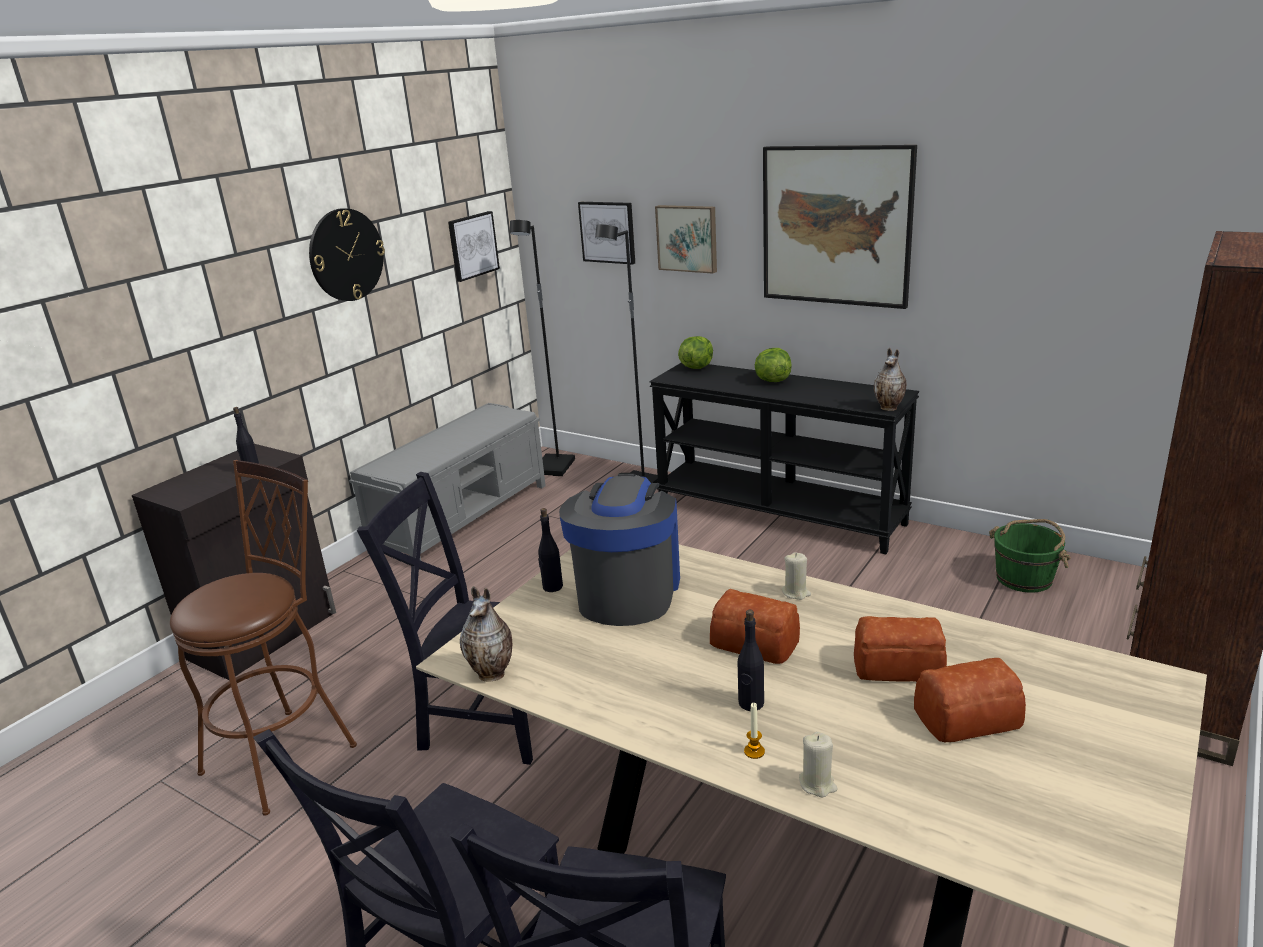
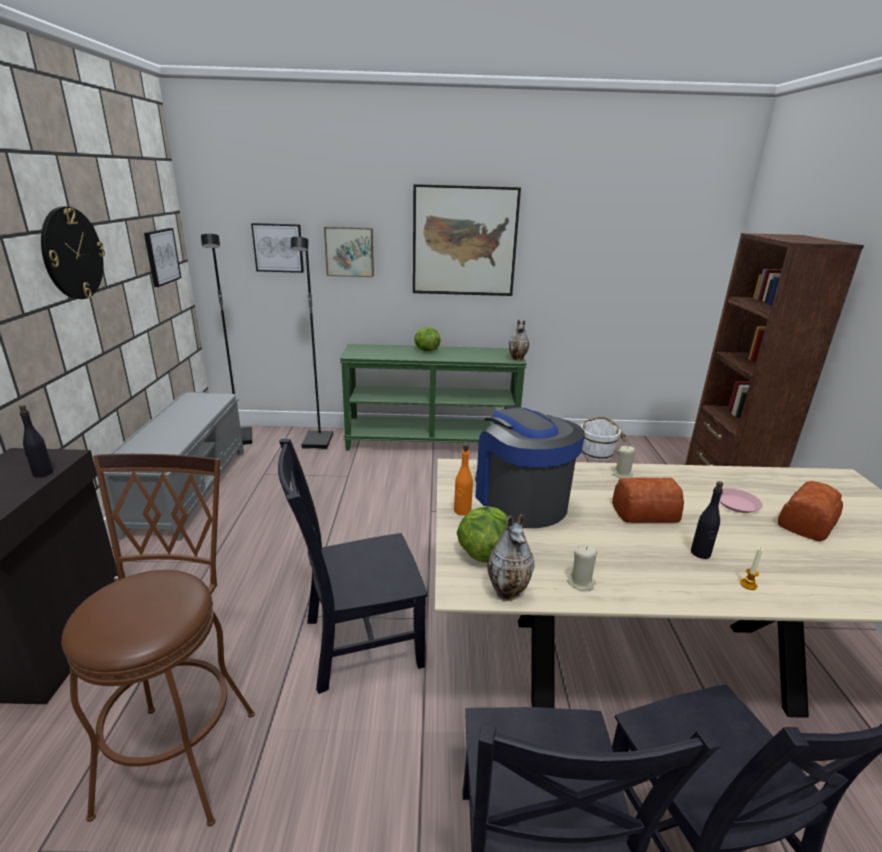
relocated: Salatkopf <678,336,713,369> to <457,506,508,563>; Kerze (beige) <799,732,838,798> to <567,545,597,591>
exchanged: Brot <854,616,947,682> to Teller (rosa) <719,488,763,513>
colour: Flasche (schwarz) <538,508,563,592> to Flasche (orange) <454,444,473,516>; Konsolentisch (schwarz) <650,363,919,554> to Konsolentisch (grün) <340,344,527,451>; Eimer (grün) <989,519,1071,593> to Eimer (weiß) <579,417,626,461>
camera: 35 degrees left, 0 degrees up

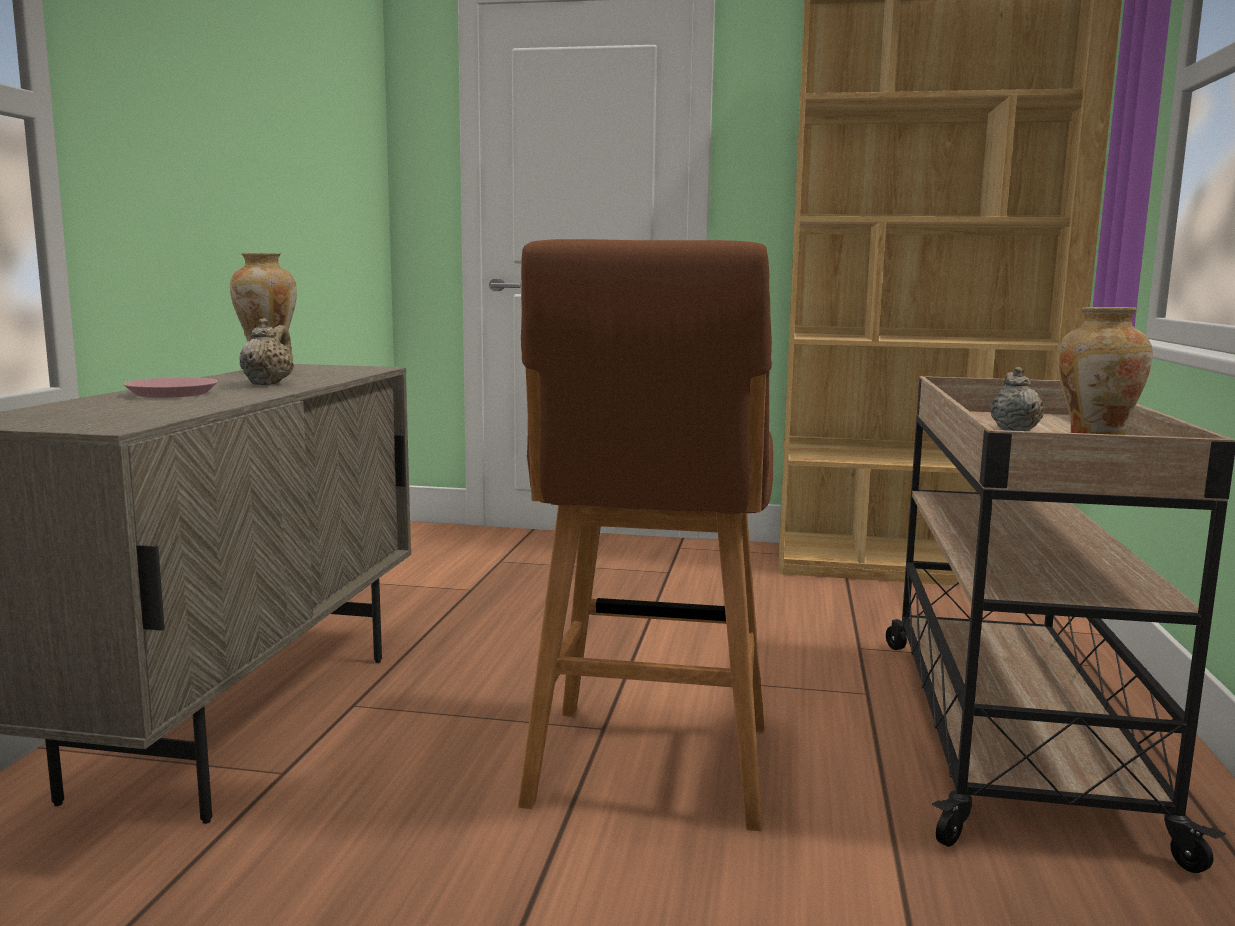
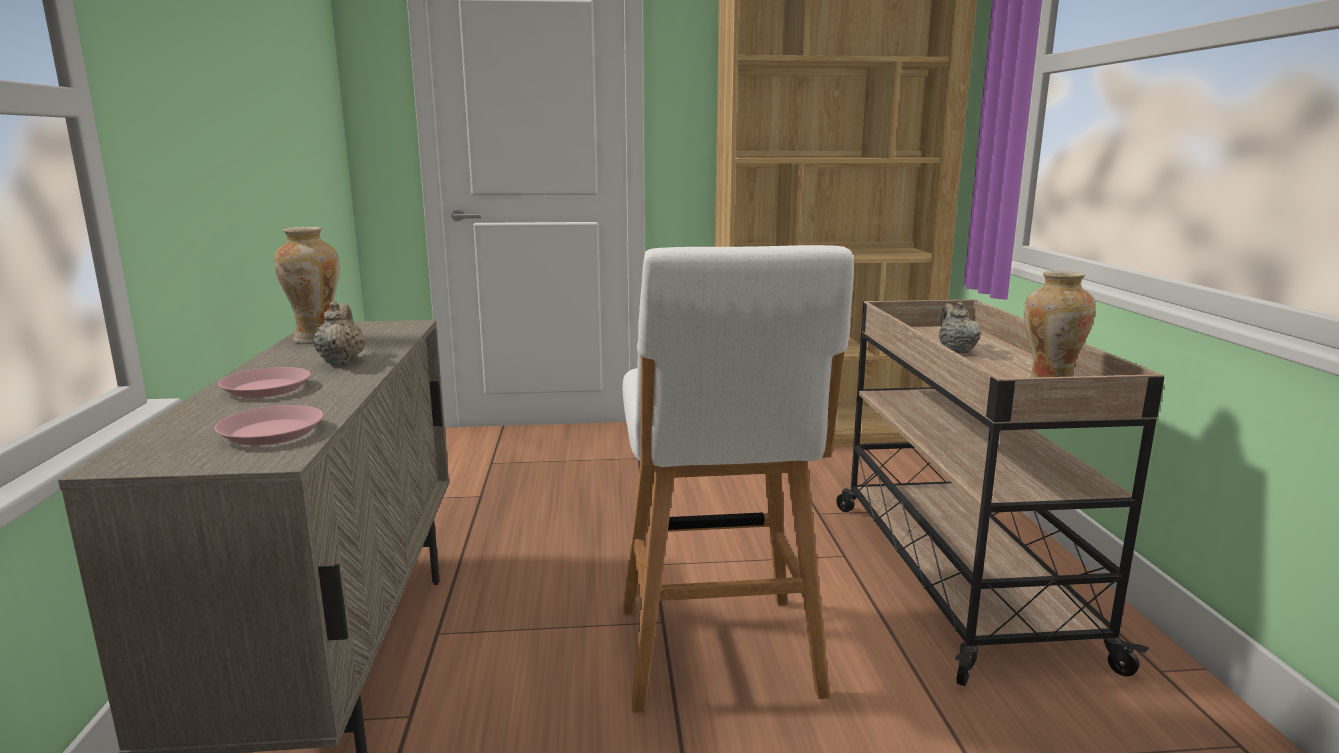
appeared: Teller (rosa) <215,405,324,446>
colour: Hocker (braun) <518,239,773,831> to Hocker (weiß) <623,245,854,713>
camera: 15 degrees left, 5 degrees up

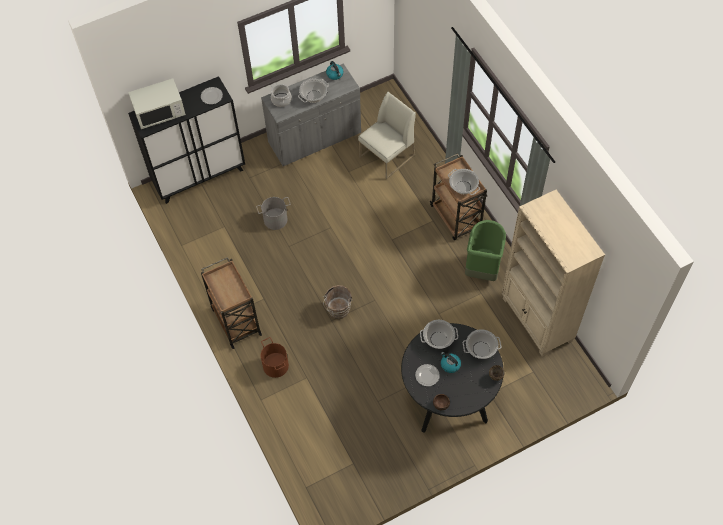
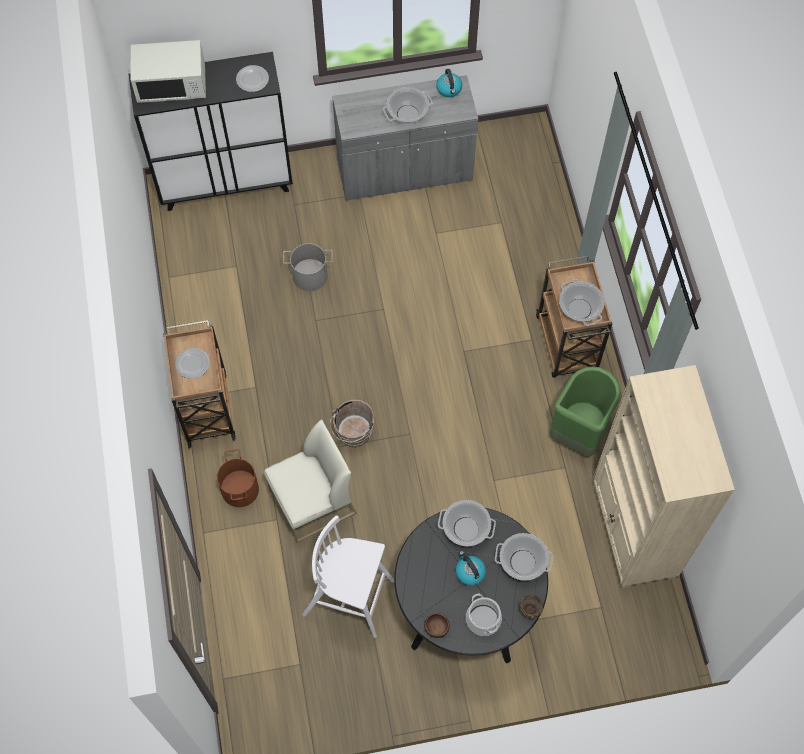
appeared: Hocker (weiß) <302,515,394,638>
relocated: Kochtopf <271,83,291,107> to <466,594,502,636>; Stuhl (weiß) <358,92,416,179> to <264,419,357,543>; Teller <415,364,440,386> to <175,348,209,379>
camera: 15 degrees right, 5 degrees up

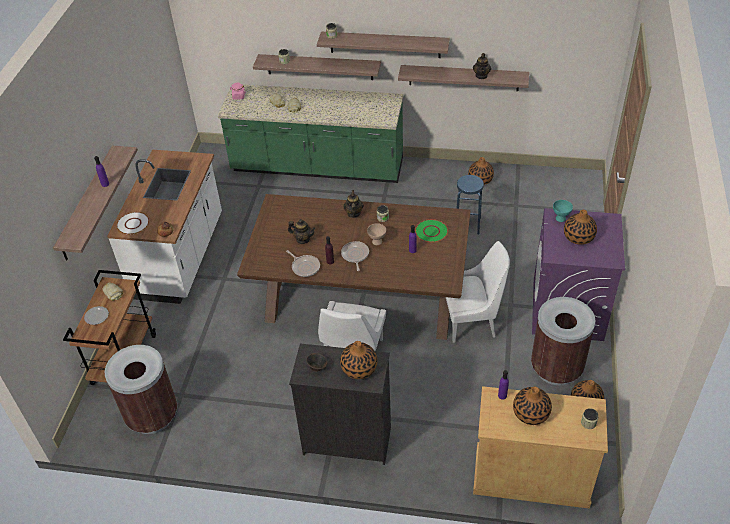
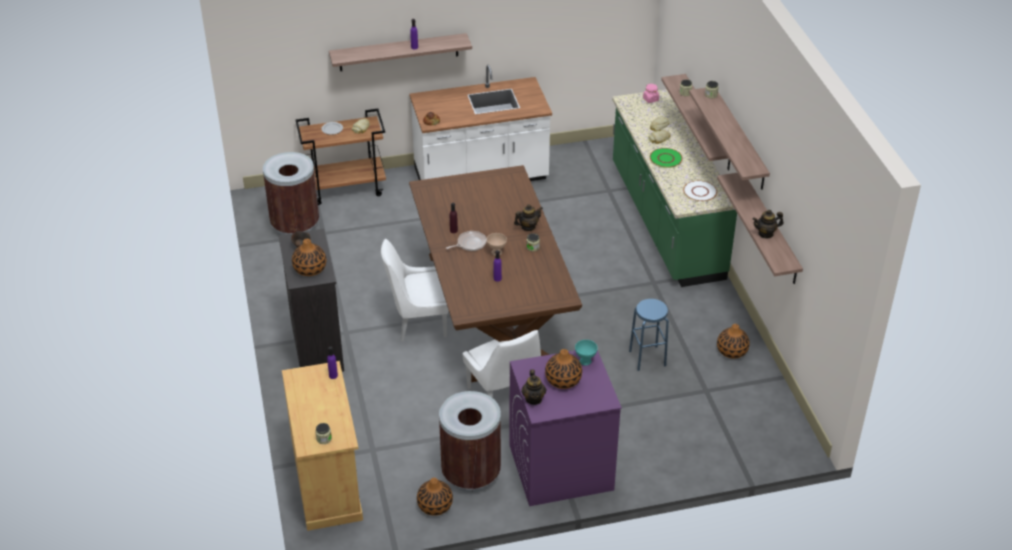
missing: Pfanne <286,250,320,277>; Vase <513,387,552,425>
relocated: Teller (weiß) <116,212,149,234> to <683,180,717,201>; Teekanne <288,219,315,244> to <521,369,546,405>; Teller (grün) <415,219,448,242> to <650,148,683,168>
camera: 65 degrees right, 5 degrees down

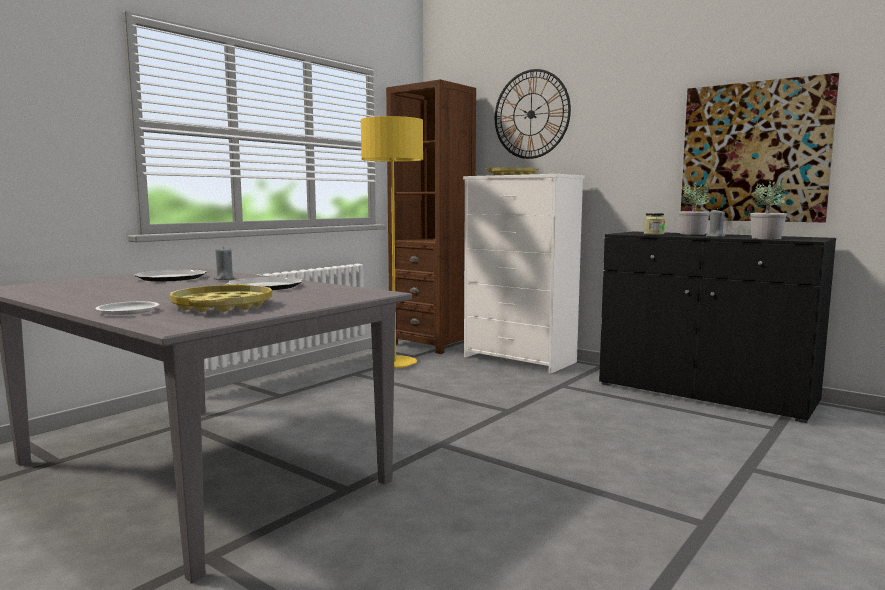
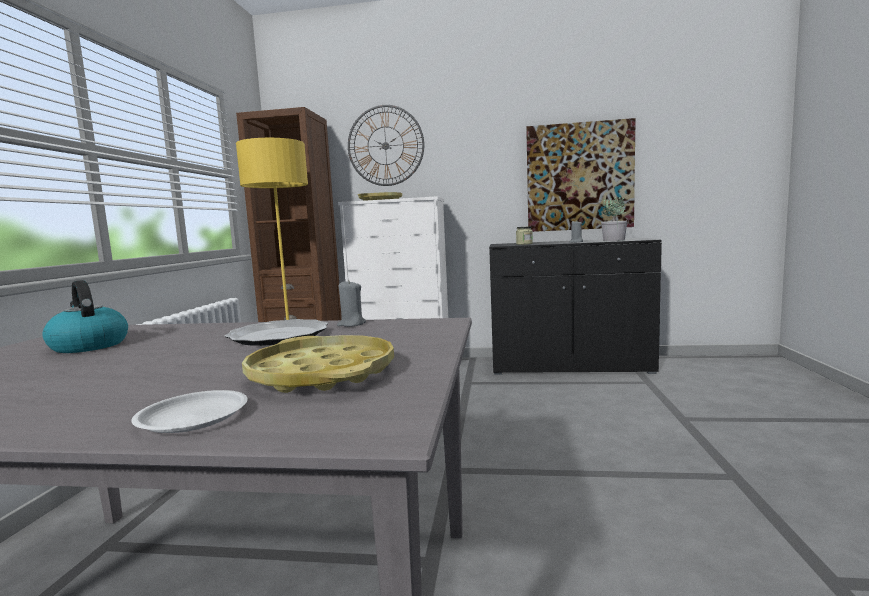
missing: Topfpflanze <679,182,710,235>
relocated: Kerze (grau) <214,247,235,280> to <337,279,366,327>
exchanged: Teller <134,269,207,281> to Wasserkessel <42,280,128,353>
camera: 30 degrees left, 0 degrees up

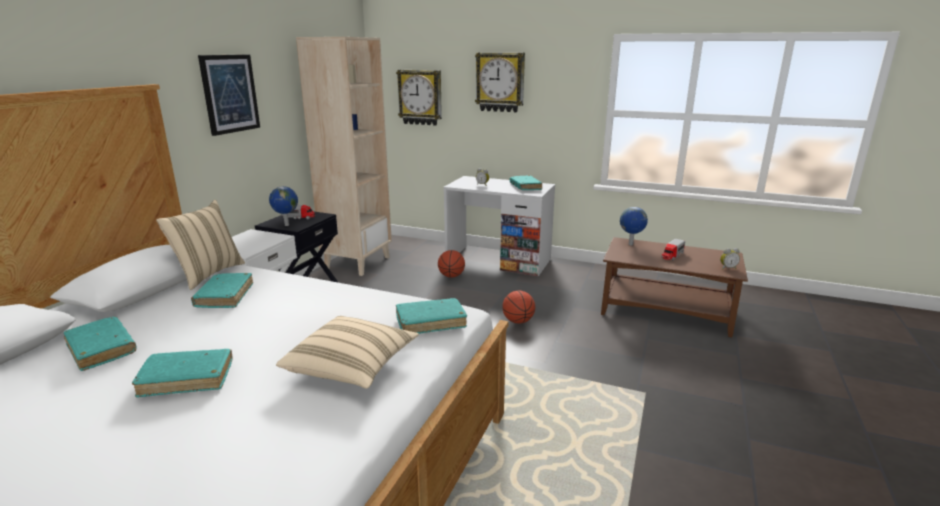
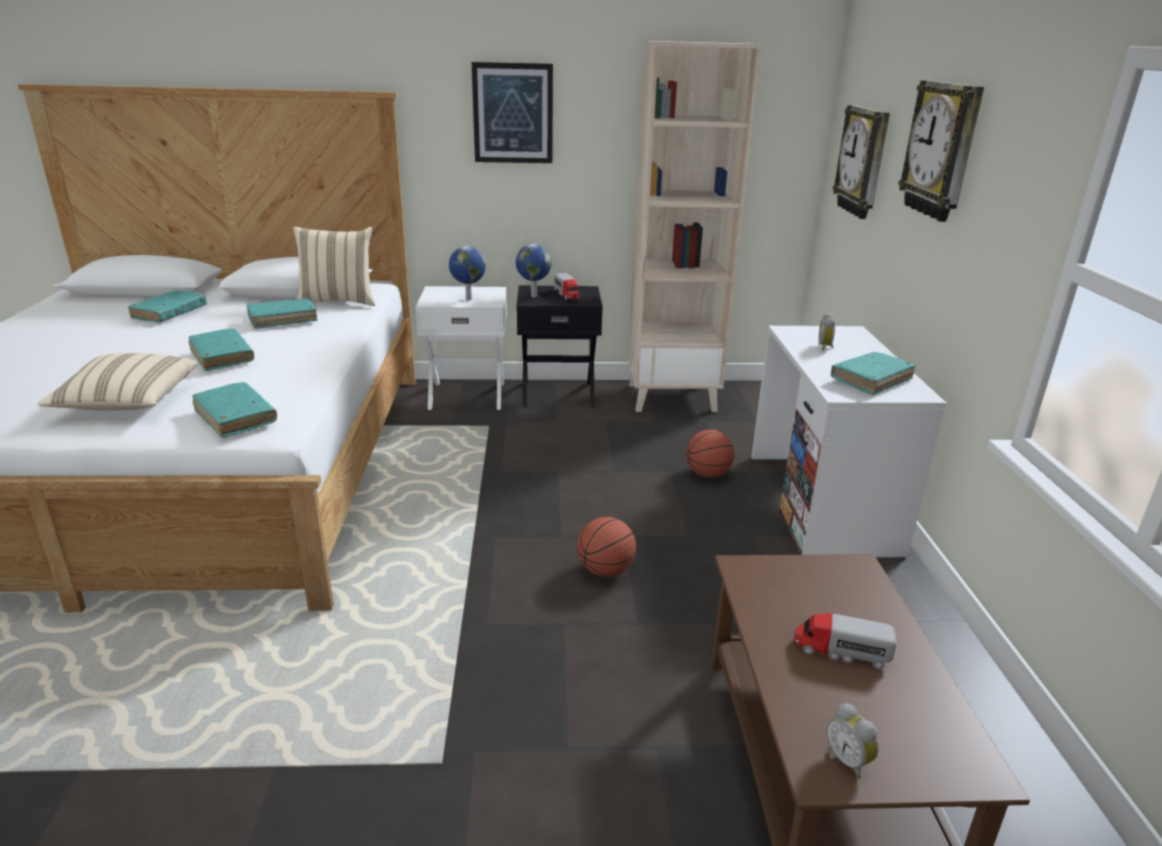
relocated: Buch (türkis) <132,349,233,398> to <188,329,254,371>; Globus <620,207,648,245> to <449,246,486,301>
camera: 65 degrees right, 5 degrees up

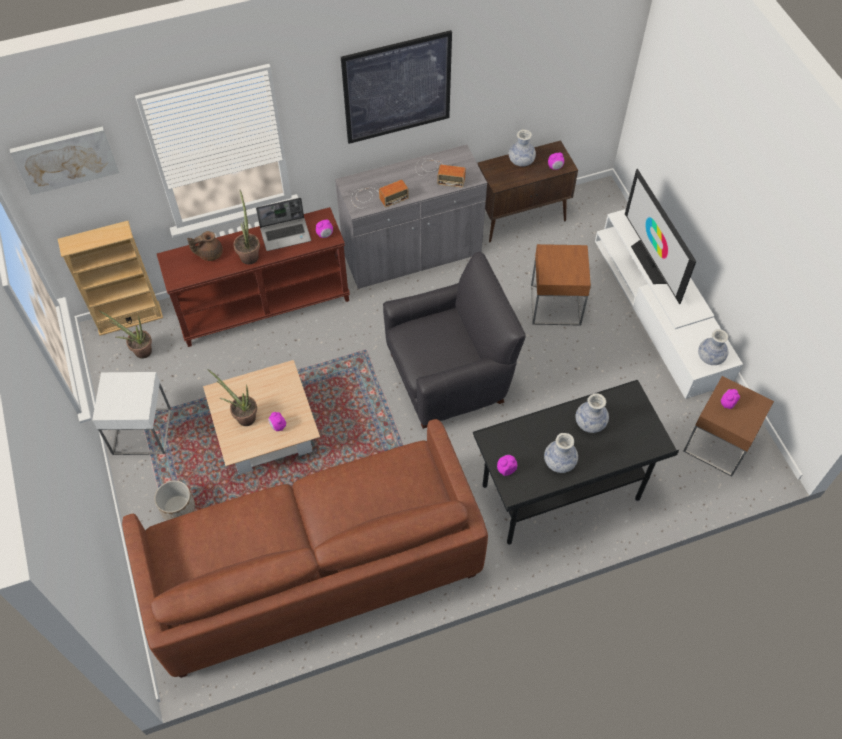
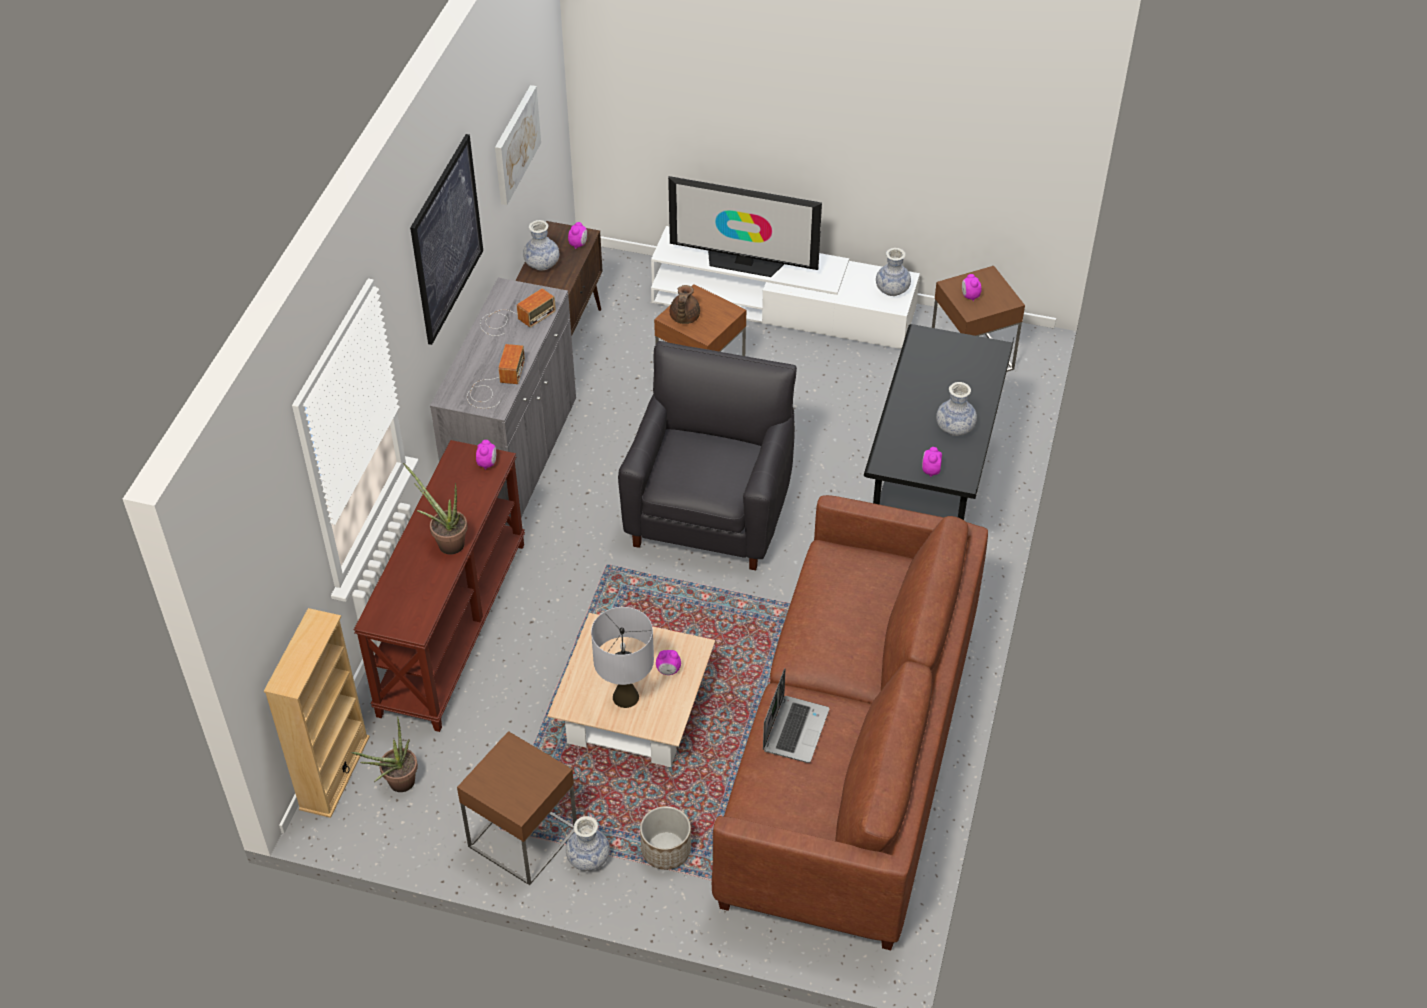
relocated: Bild <10,126,119,195> to <495,85,541,205>; Teekanne (braun) <187,231,223,261> to <670,285,700,324>; Laptop <256,198,311,251> to <763,669,829,763>; Vase <576,393,609,433> to <566,816,610,871>
exchanged: Topfpflanze <207,369,257,426> to Tischlampe (grau) <591,607,654,708>
colour: Beistelltisch (weiß) <92,372,171,455> to Beistelltisch (braun) <457,731,577,885>
camera: 55 degrees left, 10 degrees down

